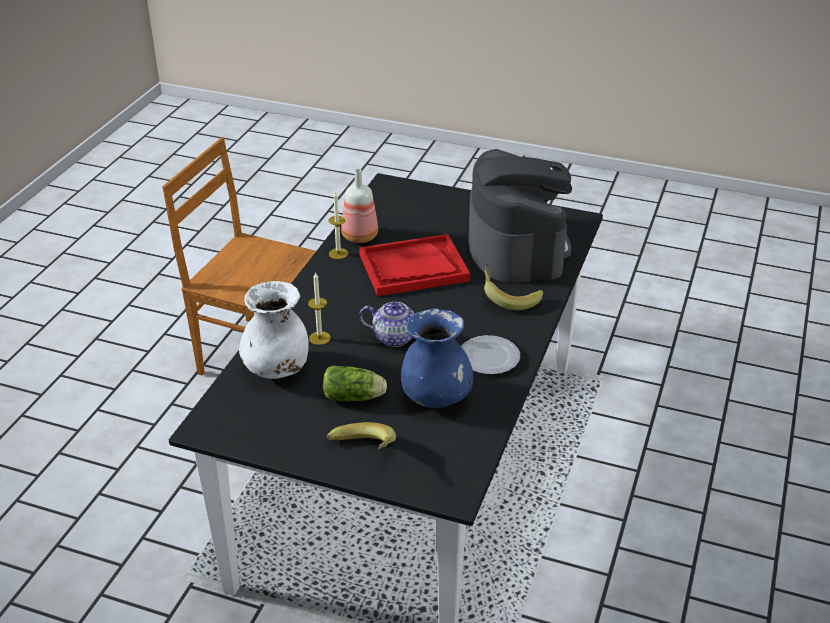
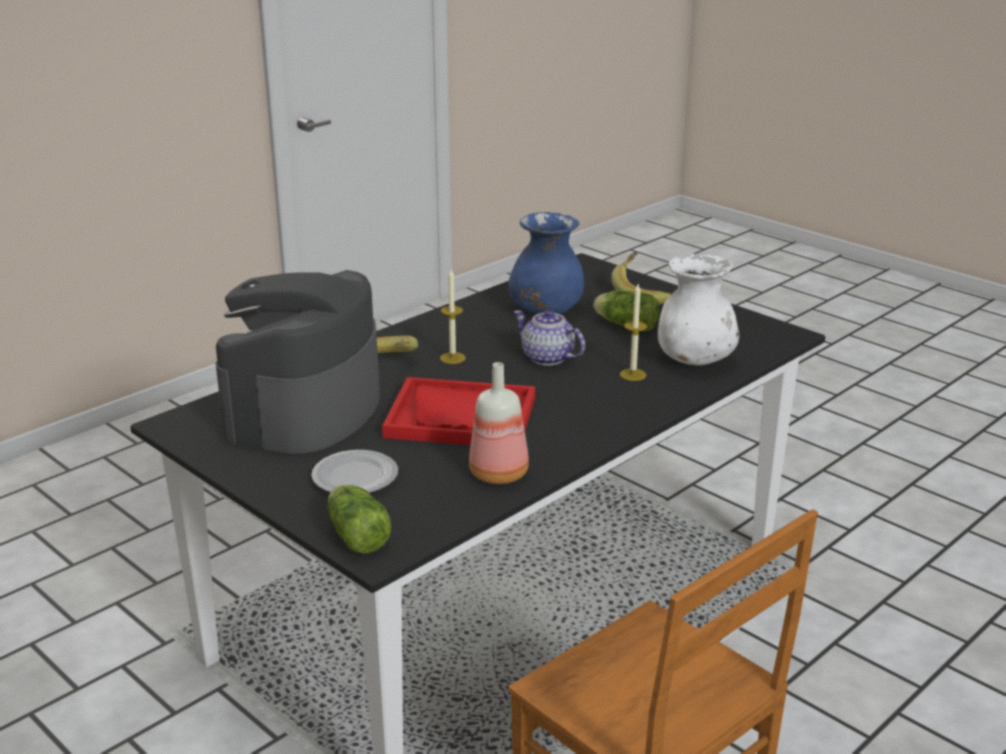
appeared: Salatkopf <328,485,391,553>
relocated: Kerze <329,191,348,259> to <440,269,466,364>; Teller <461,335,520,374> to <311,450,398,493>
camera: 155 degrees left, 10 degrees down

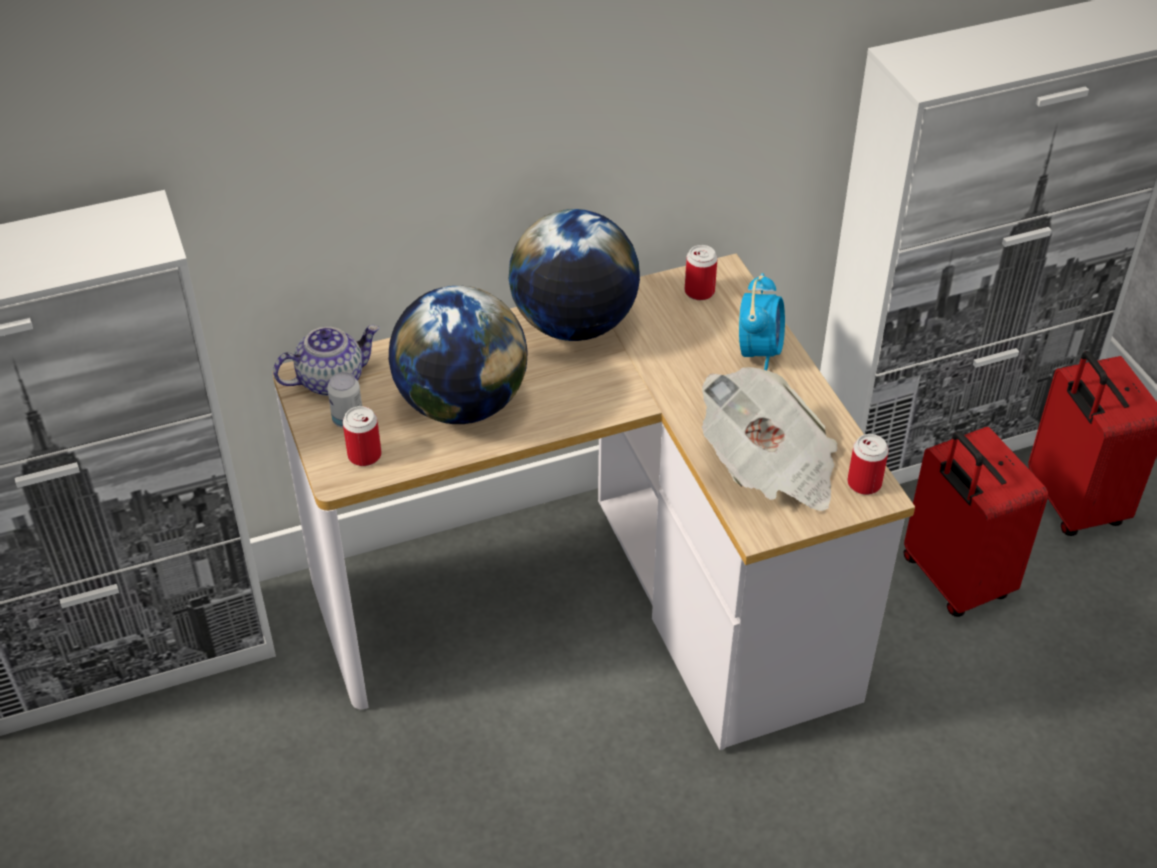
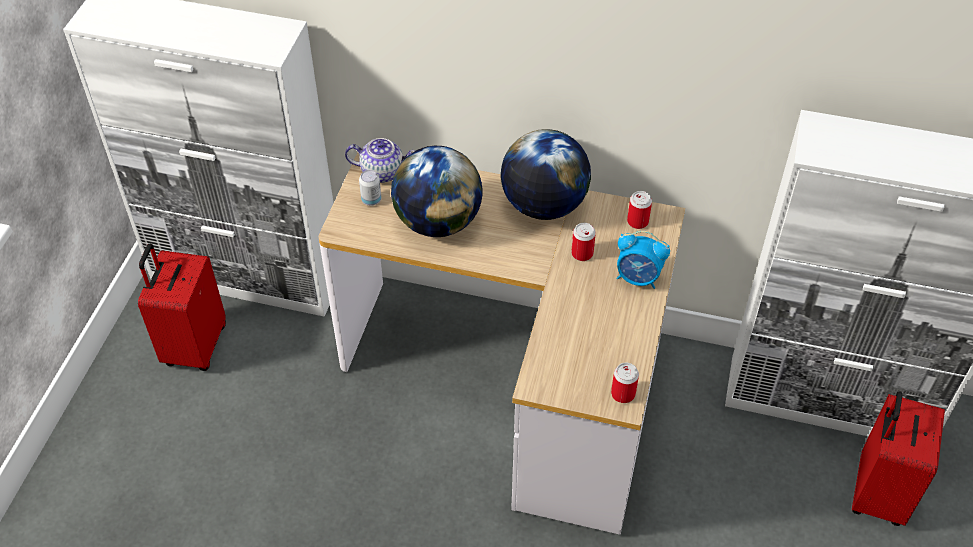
missing: Zeitung <702,367,838,511>
relocated: Dose <343,406,381,466> to <571,223,596,261>; Koffer (rot) <904,427,1048,617> to <138,244,226,371>
spun: Wecker <739,273,785,370> = <616,231,670,289> 60 degrees clockwise
camera: 35 degrees right, 5 degrees up

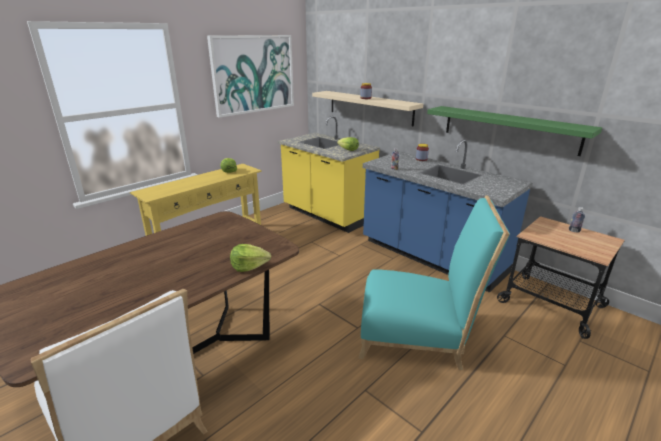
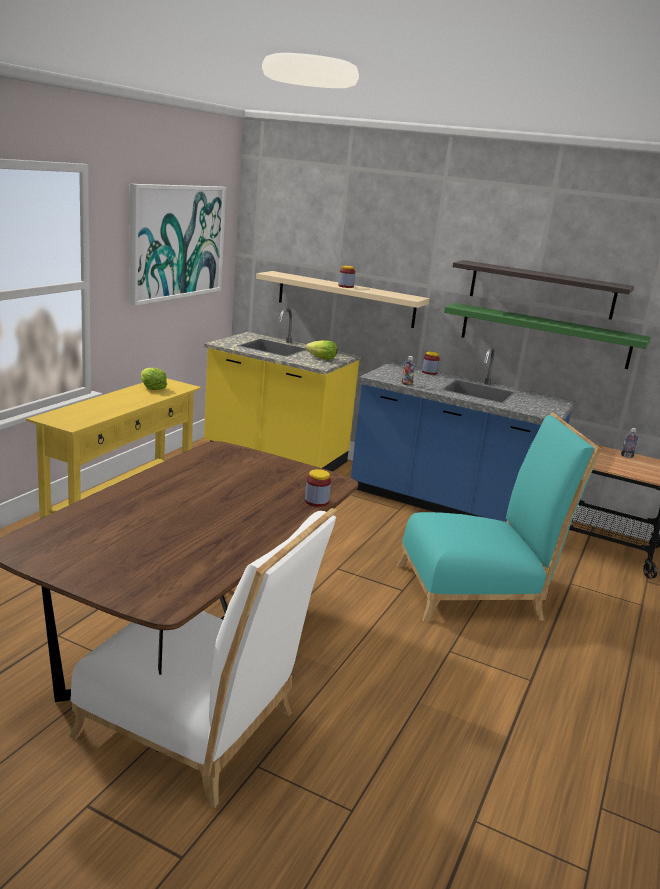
appeared: Wandregal <453,260,634,320>
exchanged: Salatkopf <230,244,271,272> to Vorratsglas <305,469,331,507>
camera: 20 degrees left, 5 degrees down

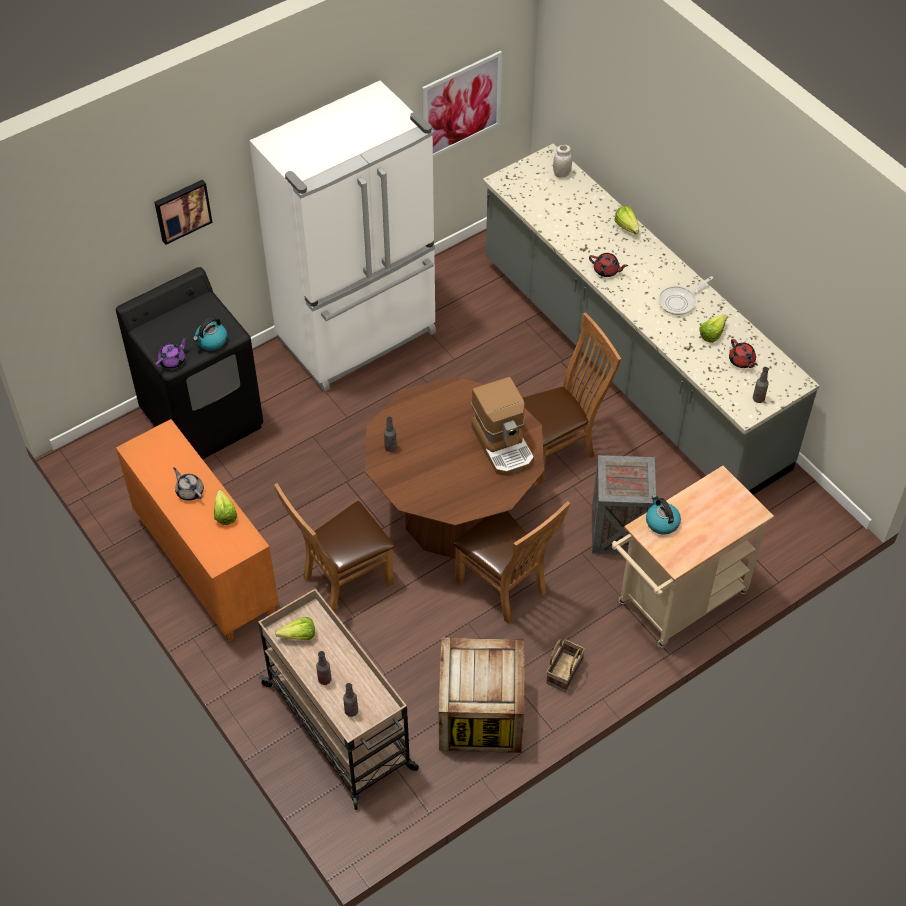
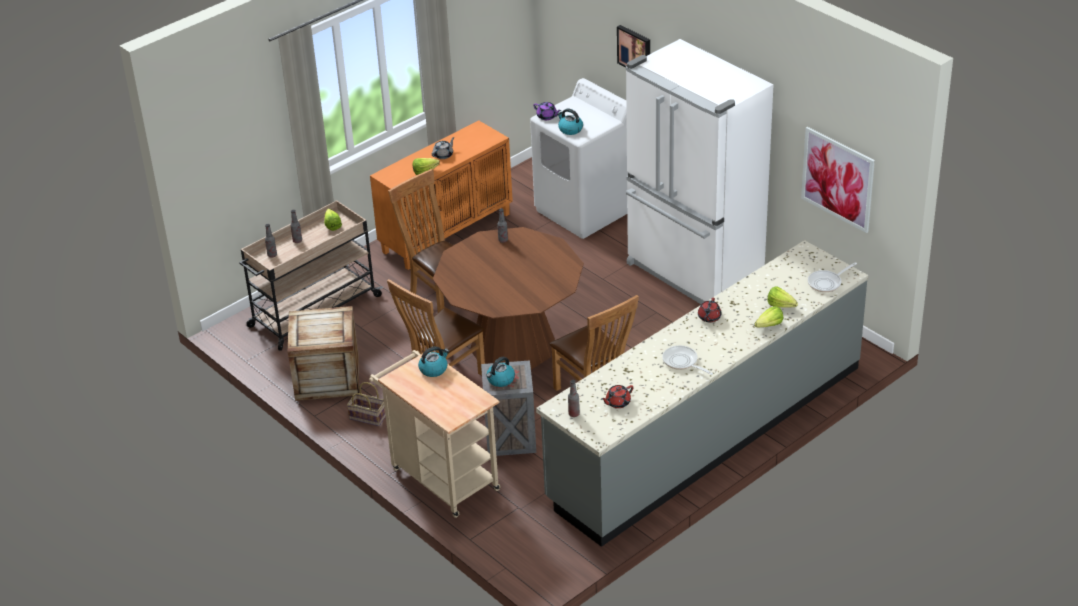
missing: Kaffeemaschine <471,377,534,476>
appeared: Wasserkessel <486,357,515,387>
relocated: Salatkopf <700,314,727,343> to <767,286,798,308>
exchanged: Vorratsglas (weiß) <553,145,572,178> to Pfanne <808,262,857,292>
colour: Waschmaschine (schwarz) <116,267,263,459> to Waschmaschine (weiß) <530,78,628,239>
camera: 85 degrees right, 15 degrees down

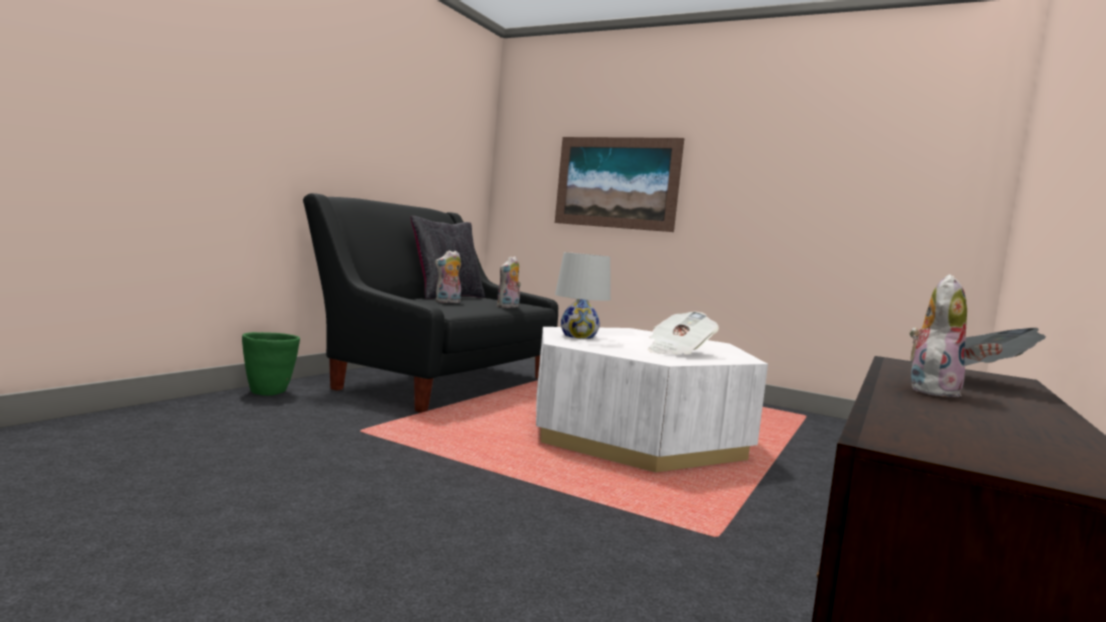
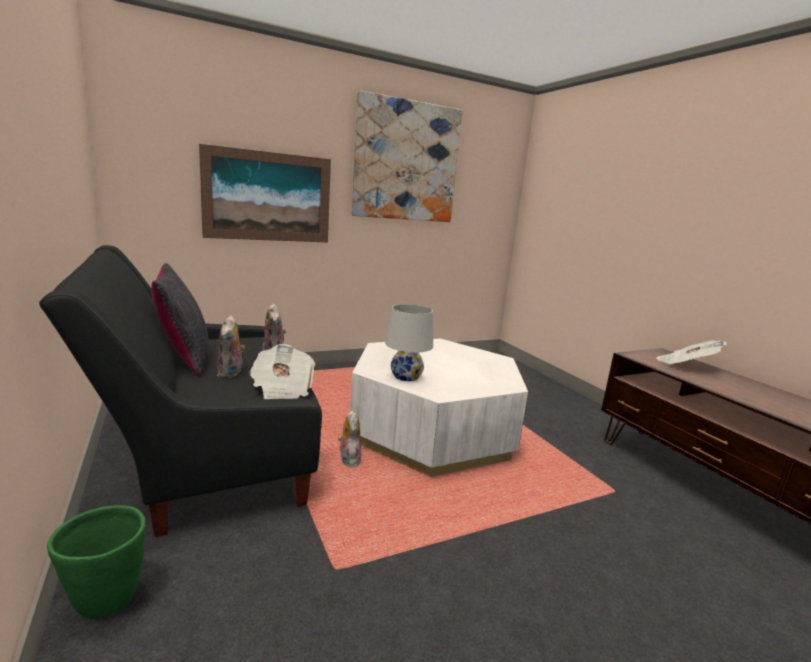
appeared: Bild <352,90,463,222>
relocated: Zeitung <648,311,719,355> to <249,344,315,399>; Plüschtier <910,274,967,397> to <338,410,361,467>
camera: 55 degrees left, 10 degrees up

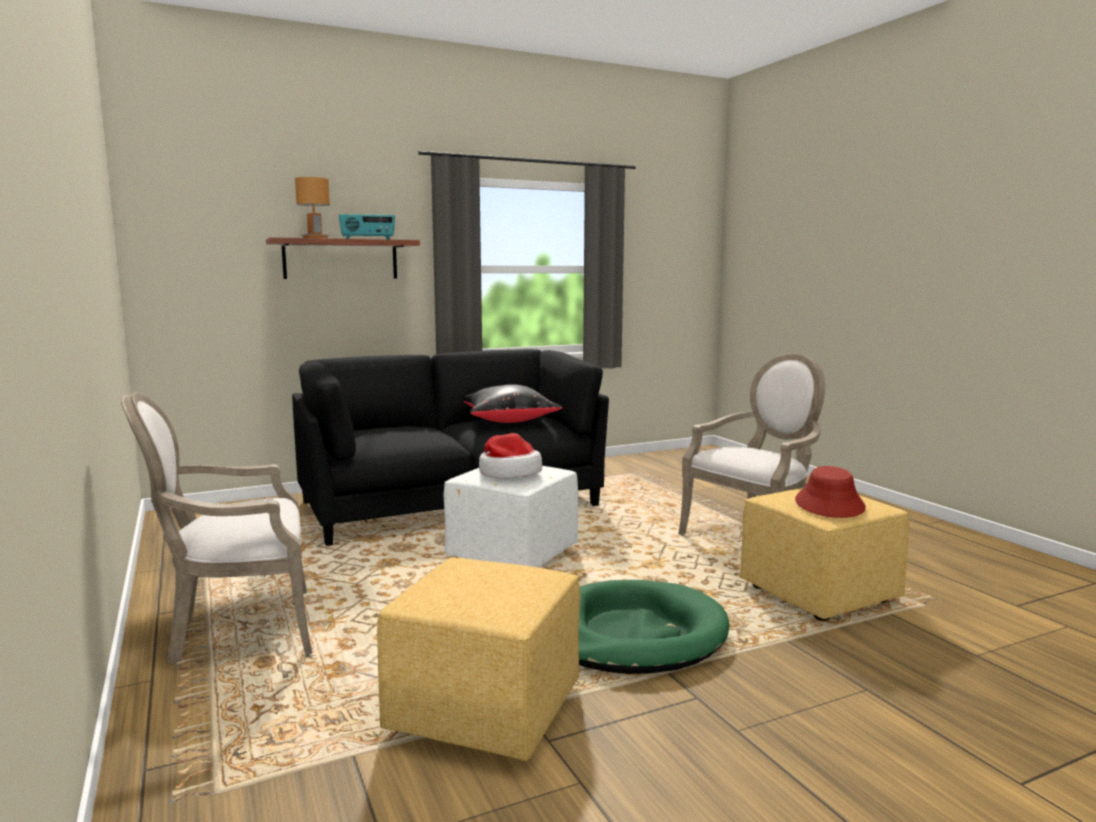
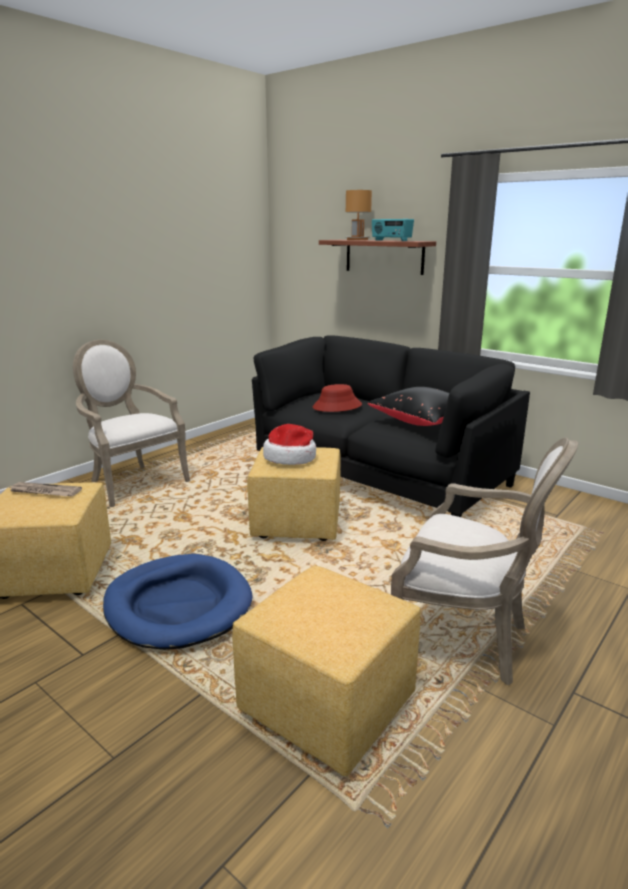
appeared: Zeitung <8,482,82,496>
relocated: Hut (rot) <795,466,866,518> to <313,384,362,412>
colour: Polsterhocker (weiß) <443,466,578,567> to Polsterhocker (gelb) <247,447,341,541>; Hundebett (grün) <579,580,730,674> to Hundebett (blau) <103,554,252,650>
camera: 65 degrees right, 10 degrees up

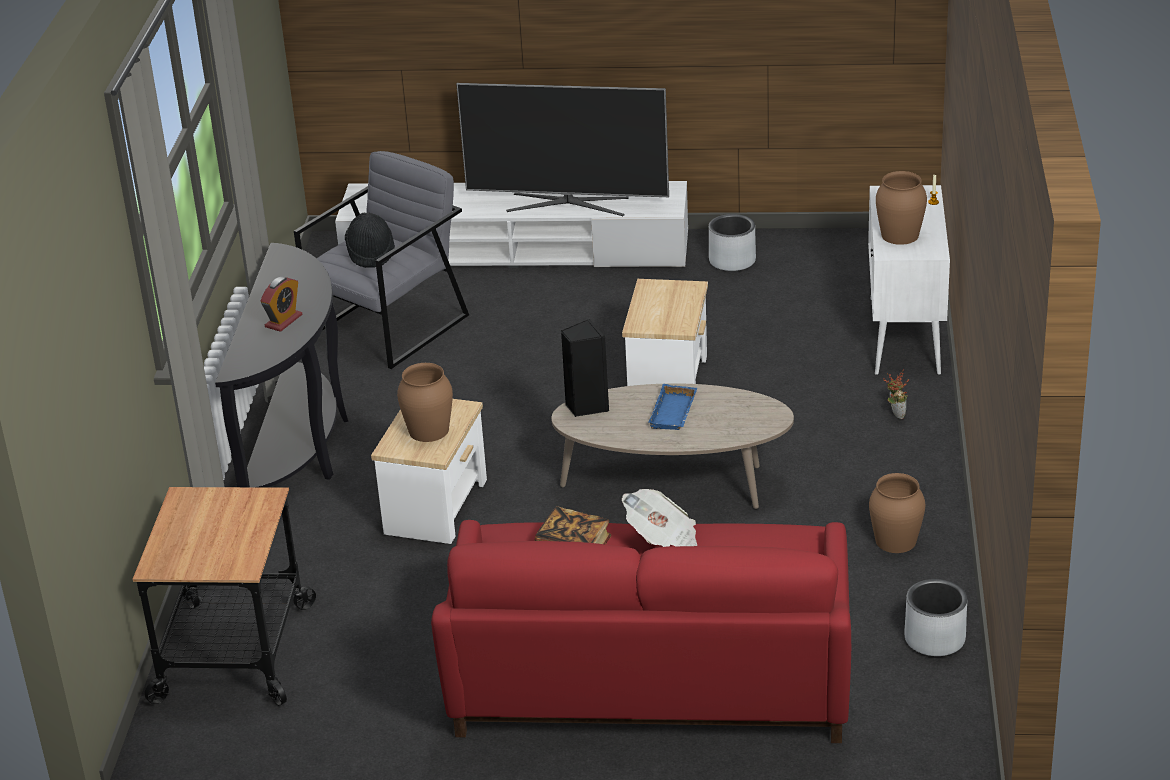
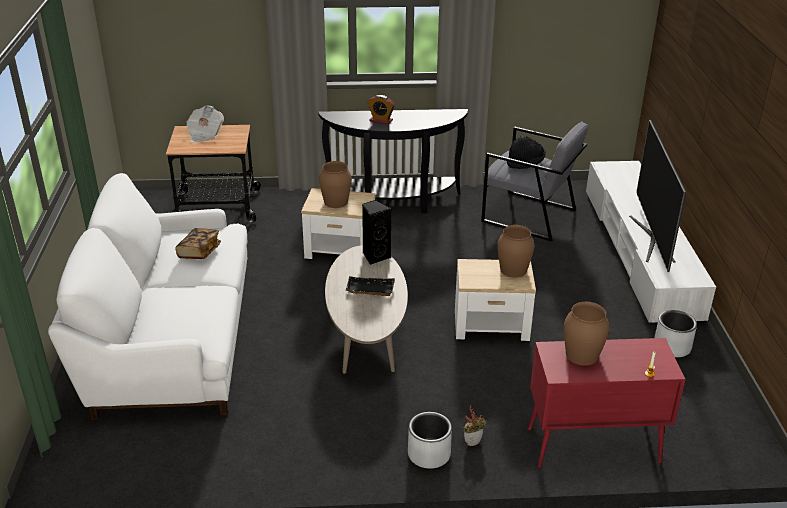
relocated: Zeitung <622,489,697,547> to <186,105,224,143>; Vase (braun) <869,473,925,553> to <497,225,534,278>; Pflanzkübel (grau) <904,579,967,656> to <408,412,452,469>
colour: Sofa (rot) <431,520,851,743> to Sofa (weiß) <48,173,247,420>; Tablett (blau) <648,384,697,430> to Tablett (schwarz) <345,276,395,296>; Schrank (weiß) <868,185,950,375> to Schrank (rot) <528,338,686,468>
camera: 80 degrees right, 0 degrees up

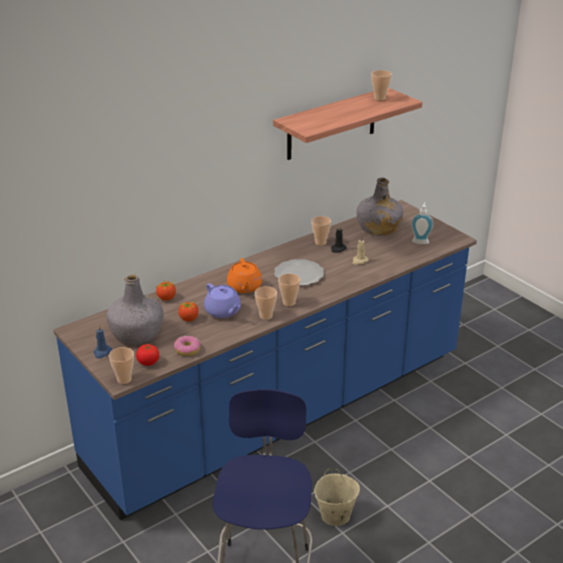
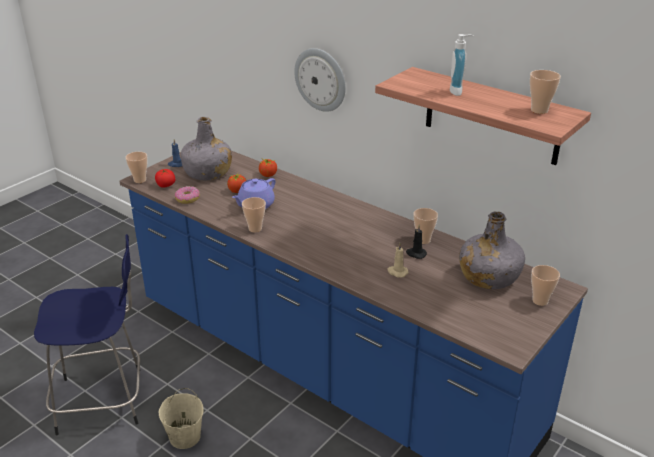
missing: Teekanne (orange) <227,258,262,293>; Teller <274,259,324,286>
appeared: Wanduhr <294,48,346,112>
relocated: Tasse <278,274,300,306> to <531,265,560,306>; Seifenspender <411,202,433,244> to <450,34,474,96>
camera: 75 degrees right, 0 degrees up

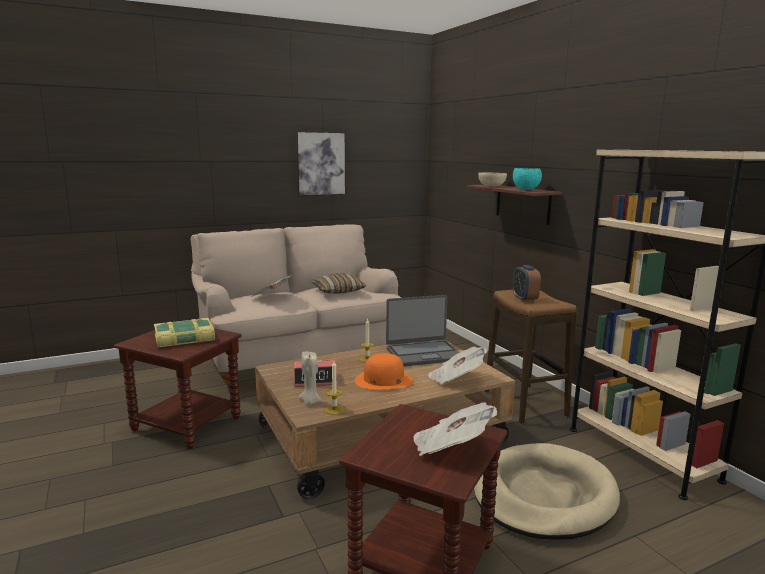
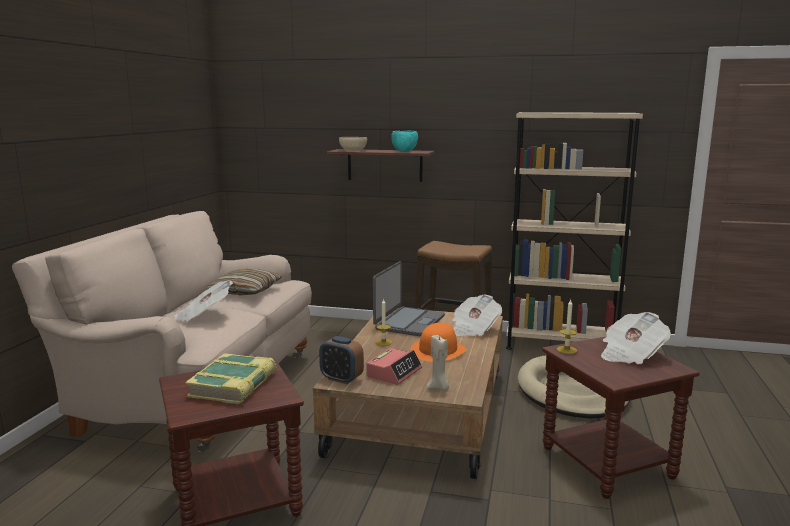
missing: Bild <296,131,346,196>
relocated: Kerze <325,361,344,415> to <557,300,577,354>; Wecker <513,265,541,302> to <319,336,364,384>
camera: 50 degrees left, 0 degrees up

